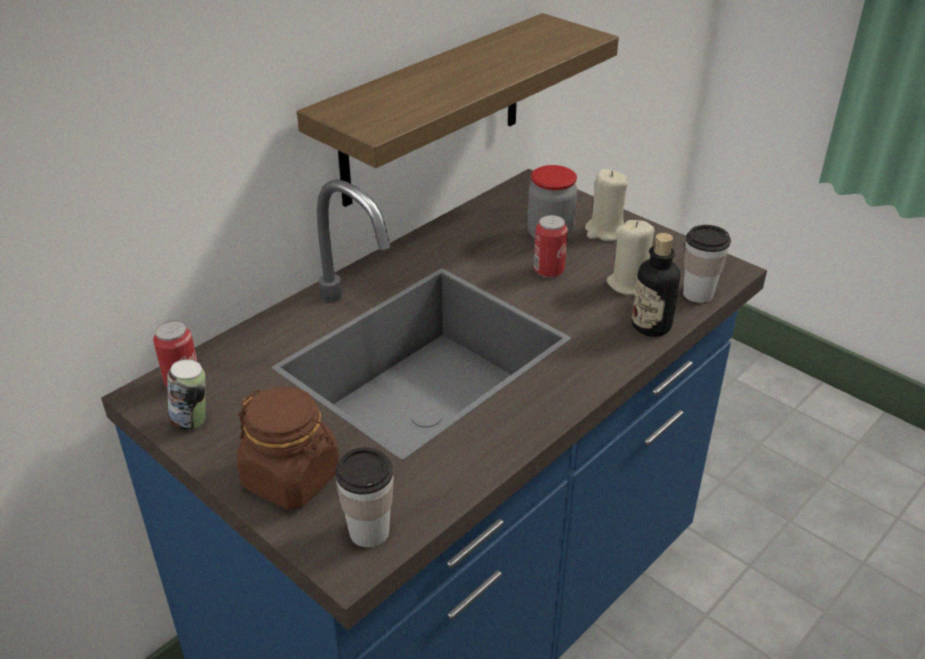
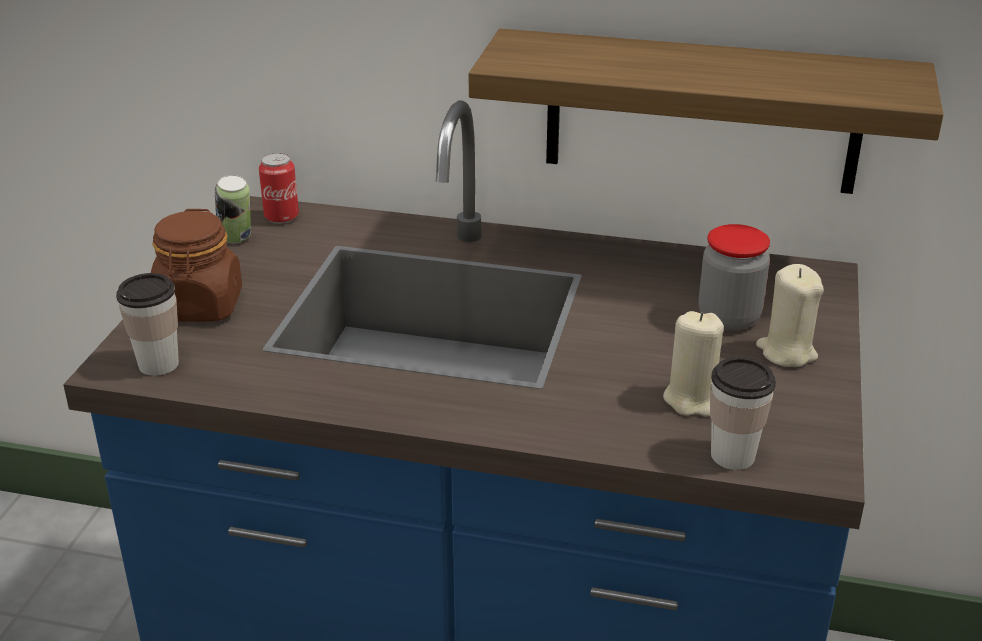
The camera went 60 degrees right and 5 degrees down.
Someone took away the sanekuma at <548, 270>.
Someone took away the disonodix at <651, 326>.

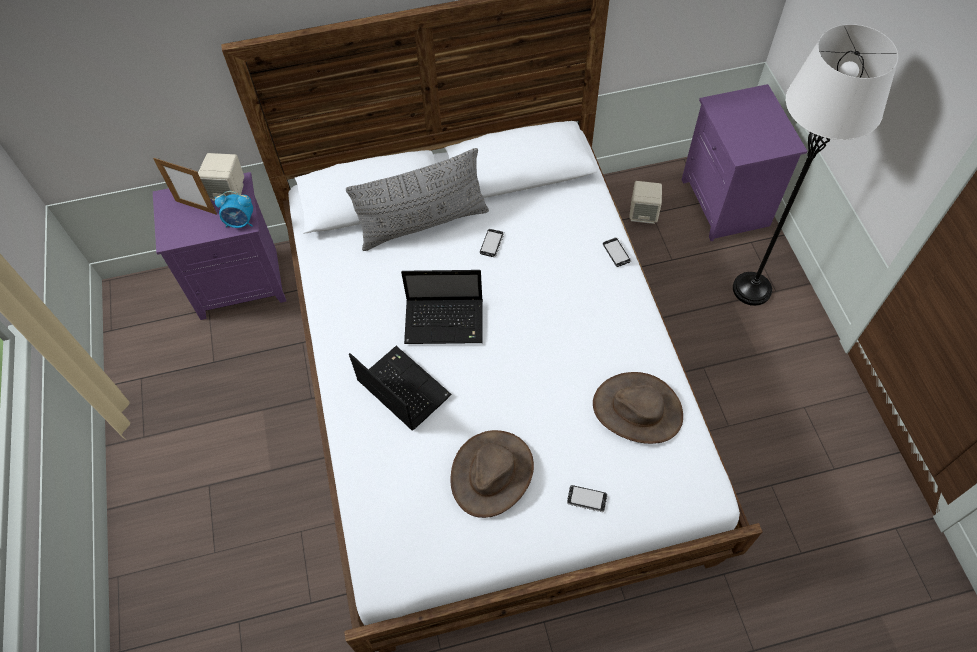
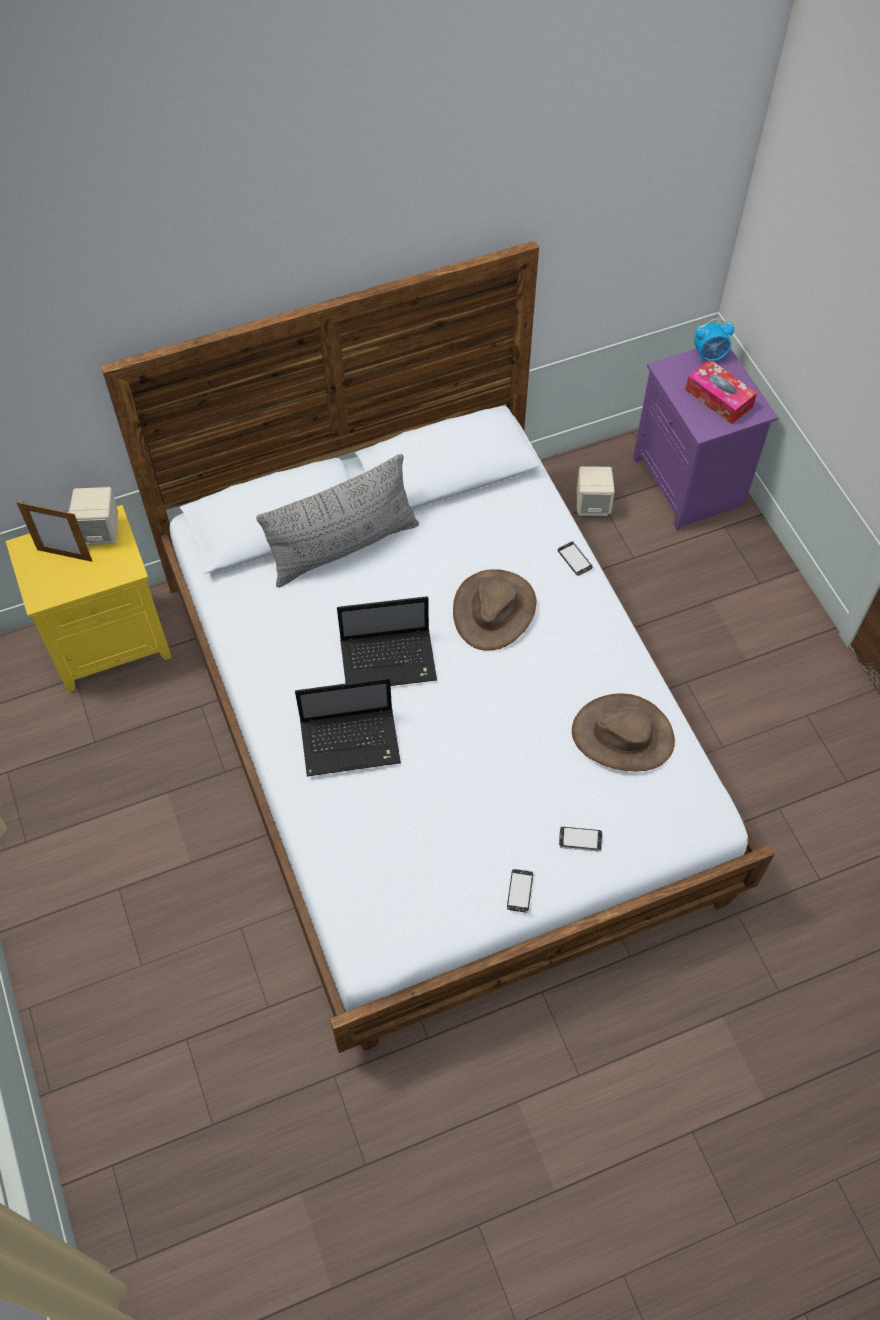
The camera went 10 degrees left and 0 degrees up.
Someone repainted the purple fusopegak at <242, 282>, which became the yellow fusopegak at <111, 640>.
Someone carried the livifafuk from <240, 222> to <710, 356>.
Someone rotated the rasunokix at <401, 388> by 135 degrees clockwise.
Someone carried the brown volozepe from <491, 473> to <493, 610>.
Someone carried the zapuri from <492, 243> to <520, 891>.
Someone took away the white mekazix at <751, 289>.
Someone put down the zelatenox at <718, 398>.

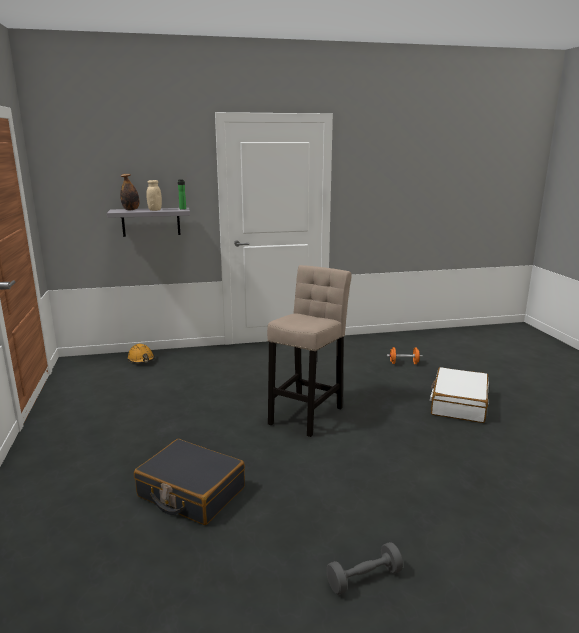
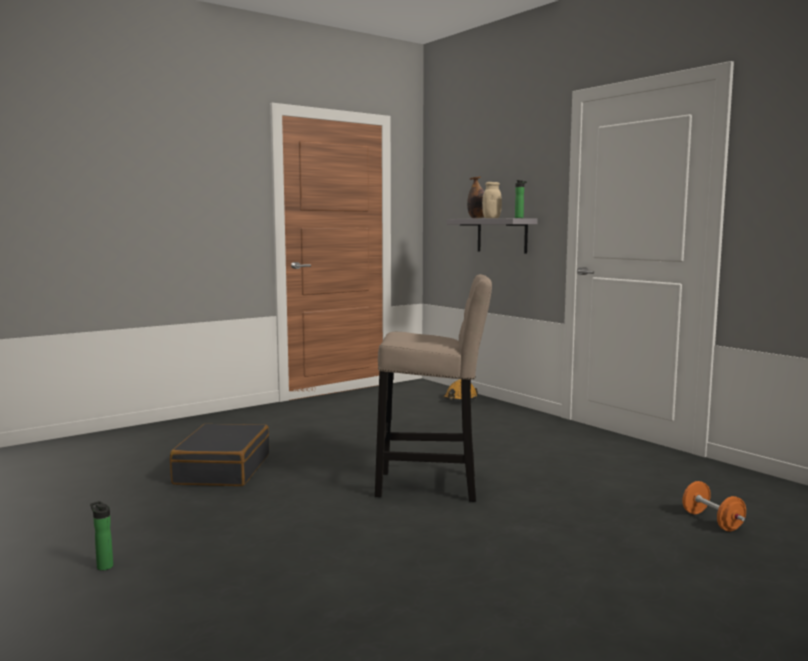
The camera went 65 degrees right and 10 degrees down.
Someone swapped the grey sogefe at <364, 578> for the disonodix at <103, 566>.
Someone took away the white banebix at <458, 404>.

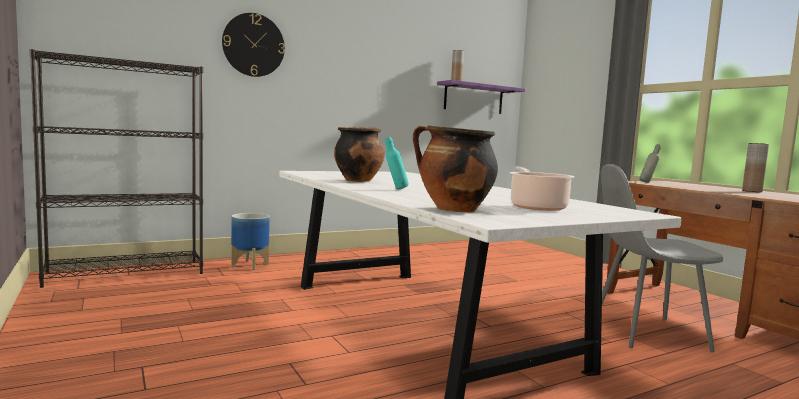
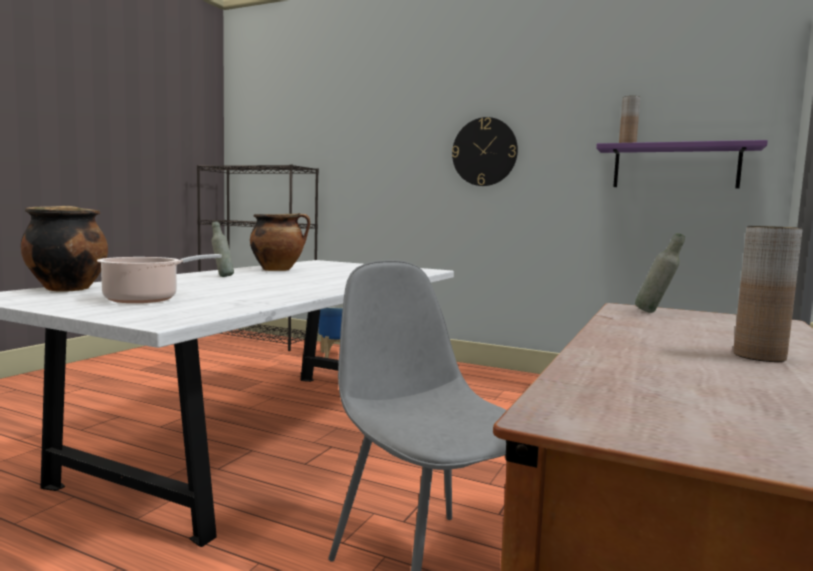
The camera went 55 degrees right and 0 degrees up.
Someone carried the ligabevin from <253, 45> to <484, 152>.
Someone repainted the turquoise disonodix at <395, 189>, which became the grey disonodix at <222, 276>.

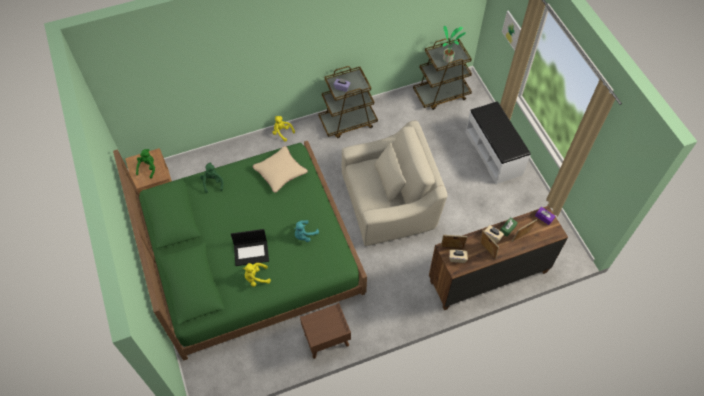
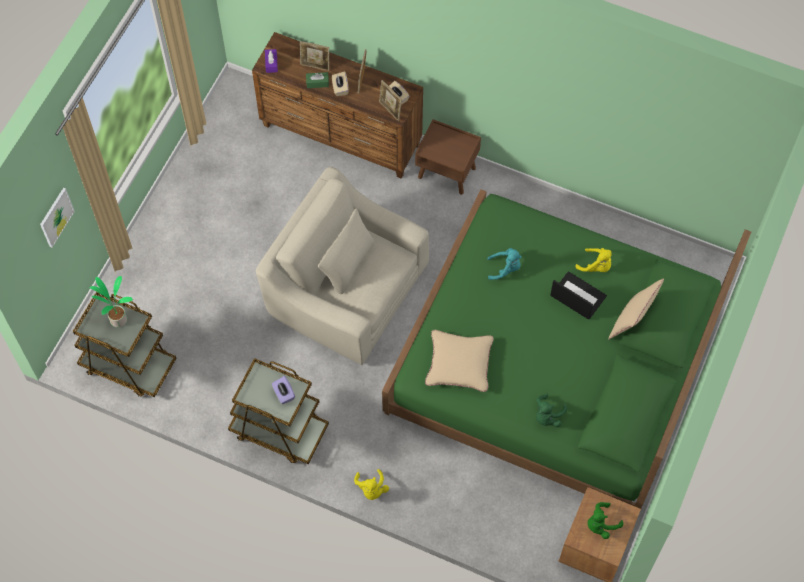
The camera went 135 degrees left and 5 degrees up.
Someone carried the brown fusopegak from <326, 340> to <447, 173>.
Someone took away the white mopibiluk at <494, 153>.
Someone put down the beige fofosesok at <631, 322>.

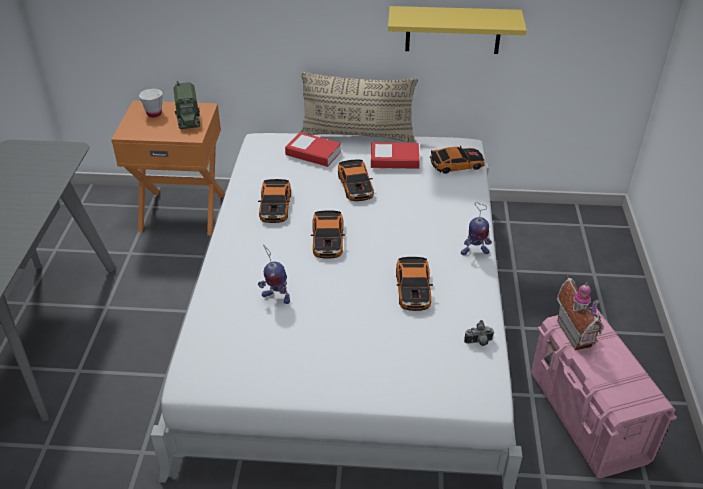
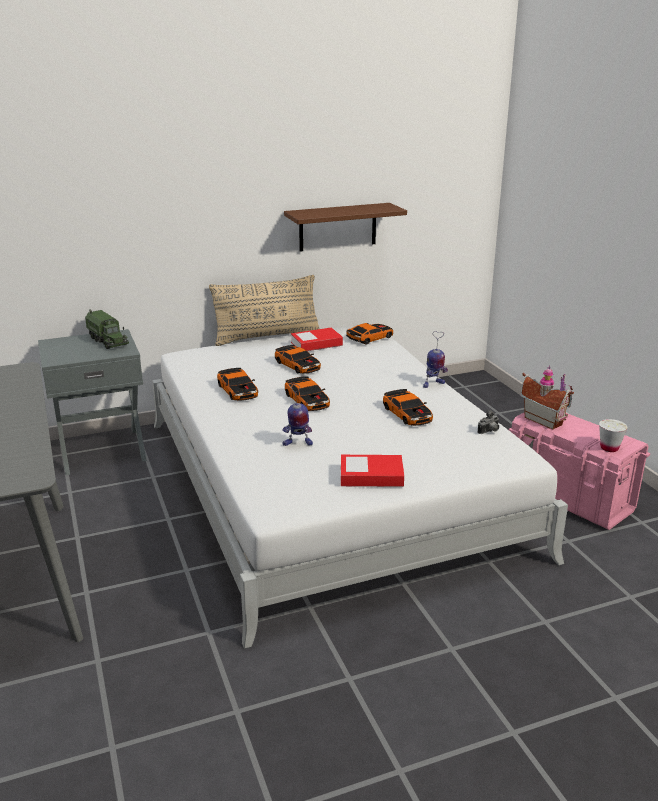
The camera went 25 degrees left and 15 degrees down.
Someone repainted the orange fusopegak at <183, 211>, which became the grey fusopegak at <102, 450>.
Someone carried the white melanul from <154, 113> to <609, 448>.
Someone carried the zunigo from <313, 153> to <371, 476>.
Someone repainted the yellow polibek at <453, 30>, which became the brown polibek at <337, 227>.

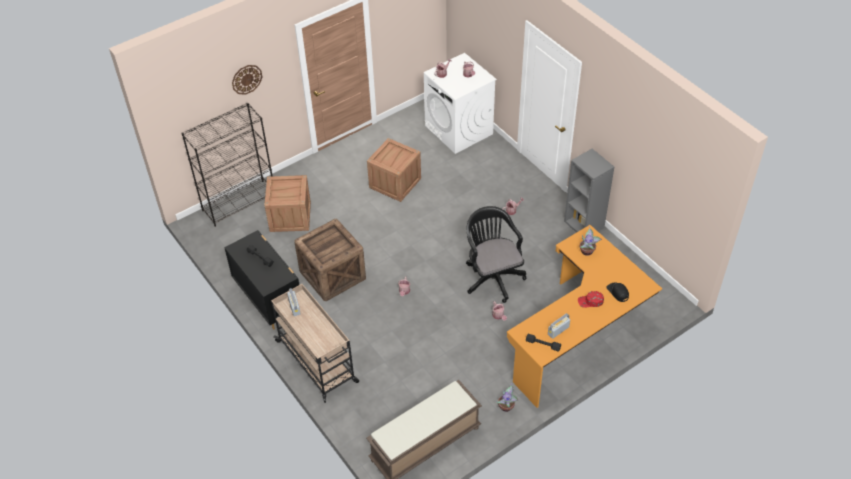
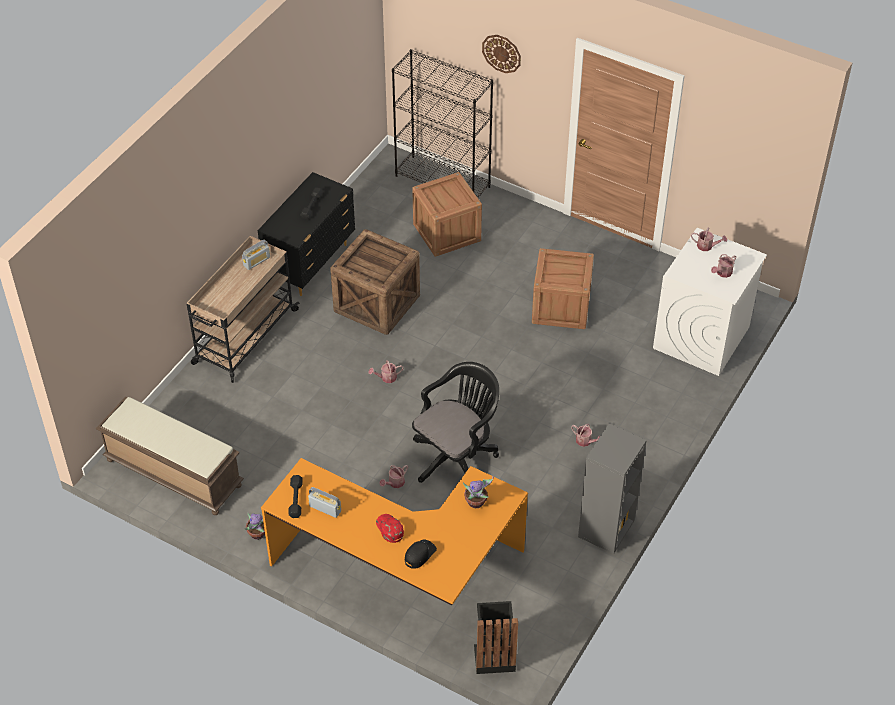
The camera went 65 degrees right and 0 degrees up.
Someone put down the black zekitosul at <494, 655>.

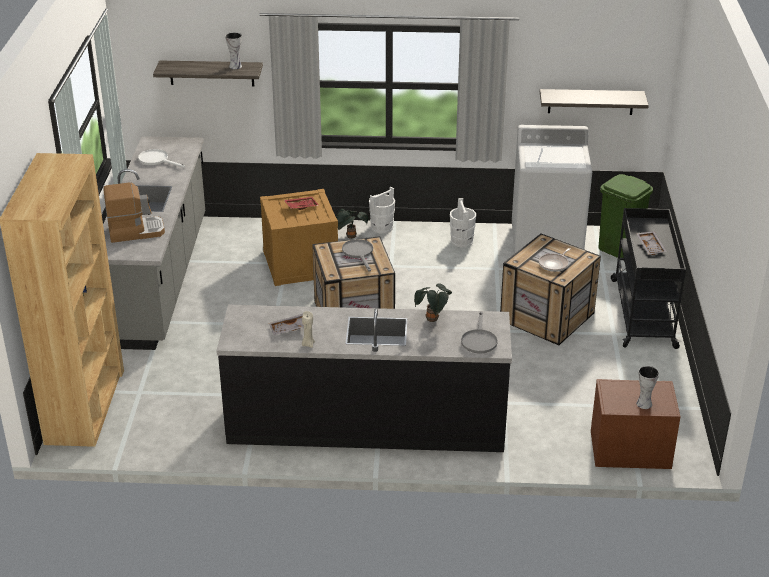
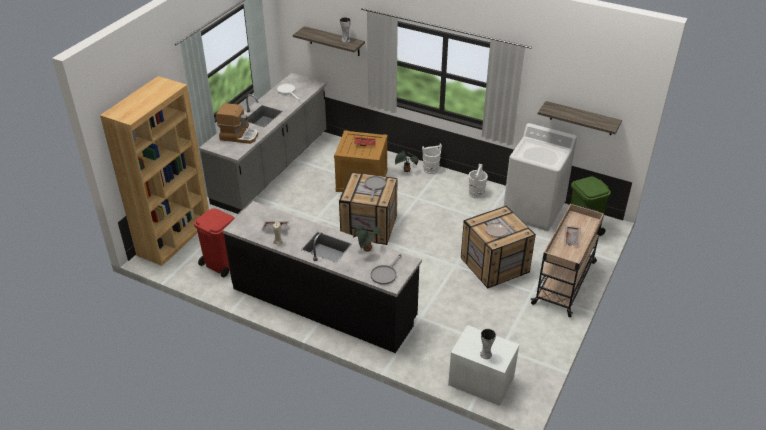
The camera went 25 degrees right and 5 degrees up.
Someone repainted the brown fusopegak at <629, 449>, which became the white fusopegak at <481, 380>.
Someone repainted the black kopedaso at <642, 312>, which became the beige kopedaso at <565, 282>.
Someone put down the red zekitosul at <221, 264>.

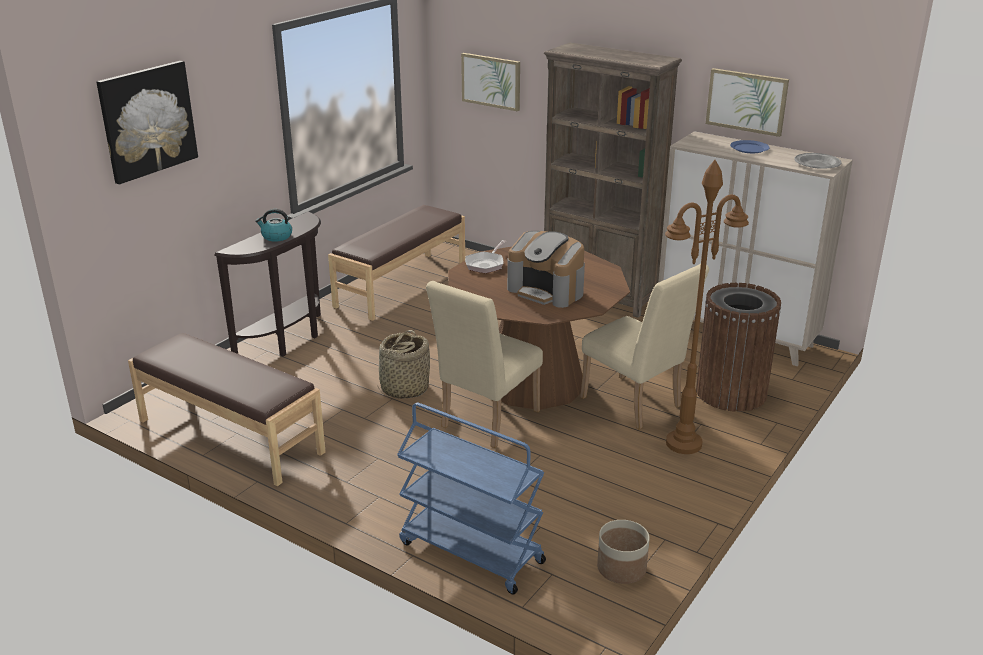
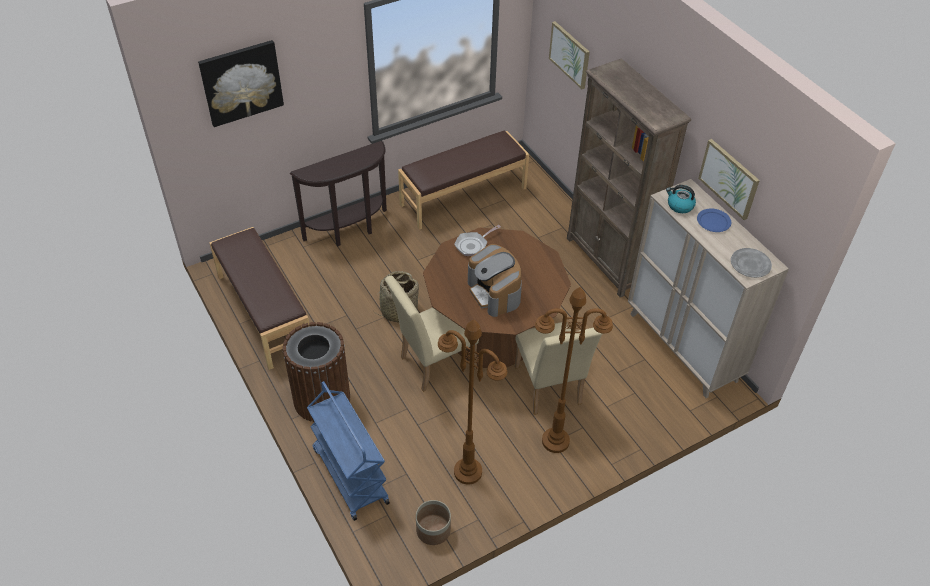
The camera went 25 degrees right and 20 degrees up.
Someone carried the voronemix from <276, 236> to <679, 206>.
Someone carried the brown zekitosul from <731, 393> to <322, 399>.
Someone put down the brown mekazix at <467, 472>.

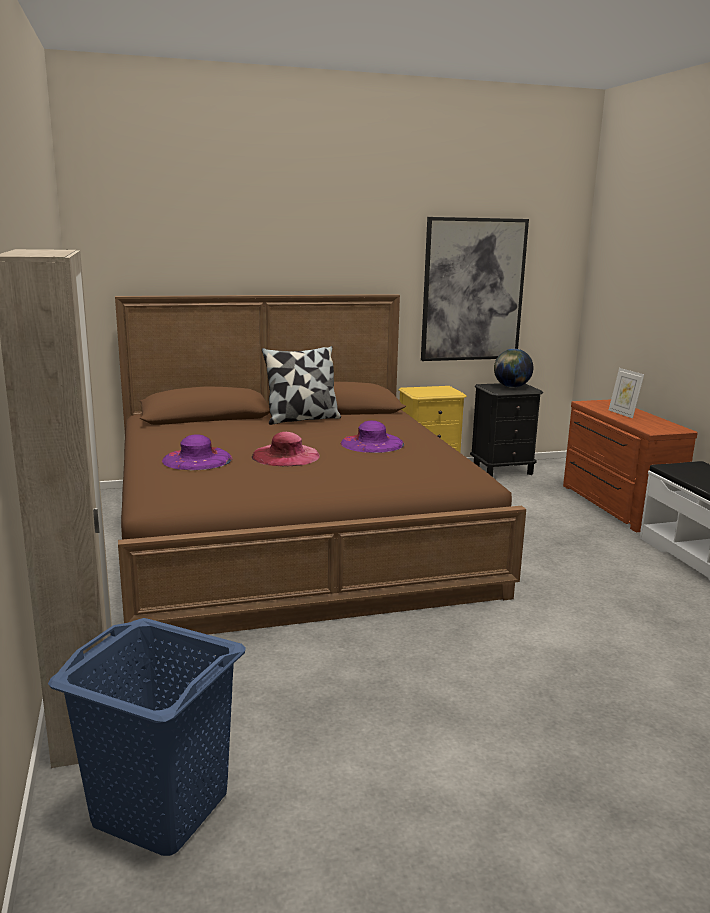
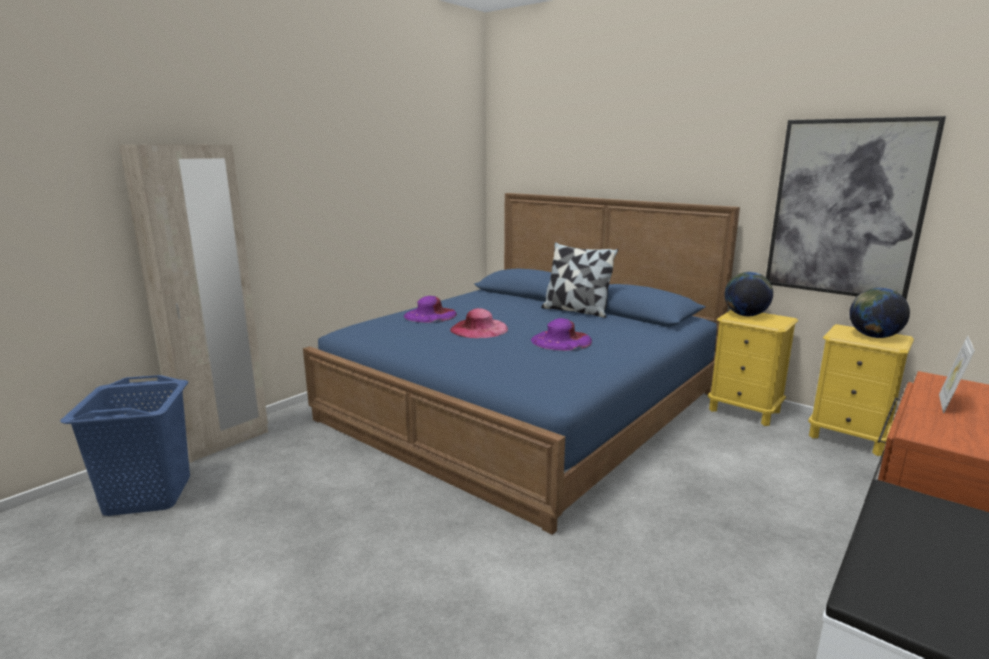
The camera went 55 degrees right and 0 degrees up.
Someone repainted the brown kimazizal at <293, 535>, which became the blue kimazizal at <523, 406>.
Someone repainted the black fusopegak at <502, 470>, which became the yellow fusopegak at <848, 437>.
Someone put down the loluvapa at <745, 315>.

